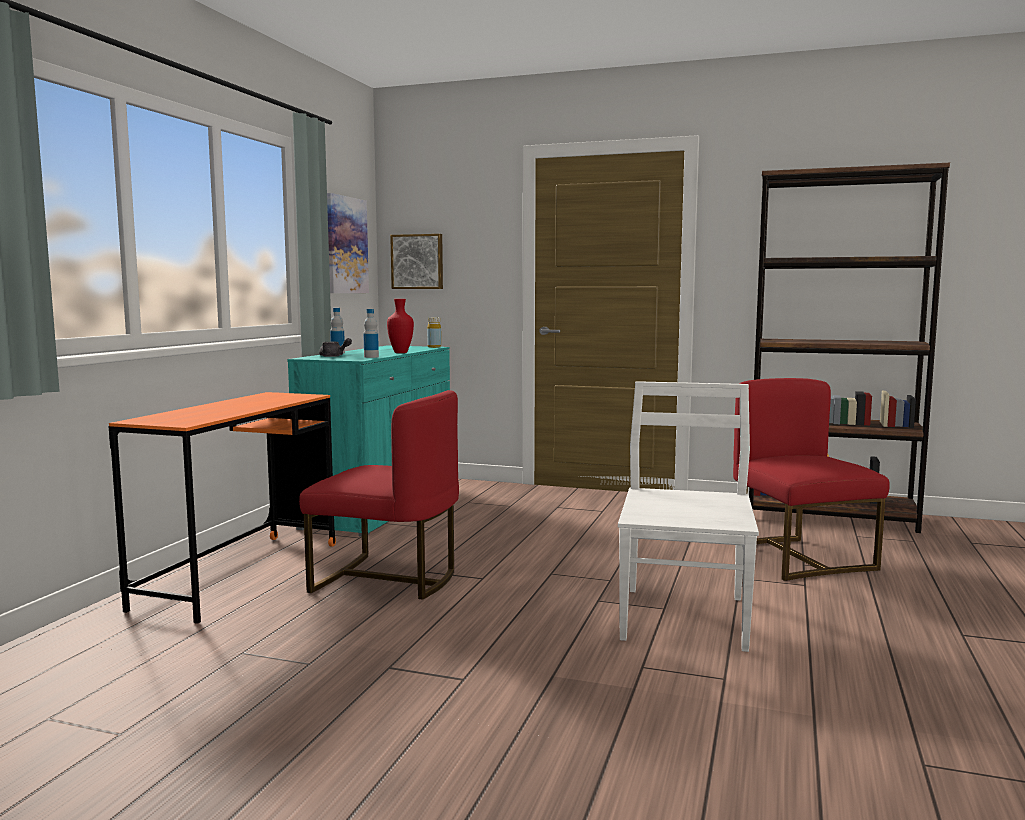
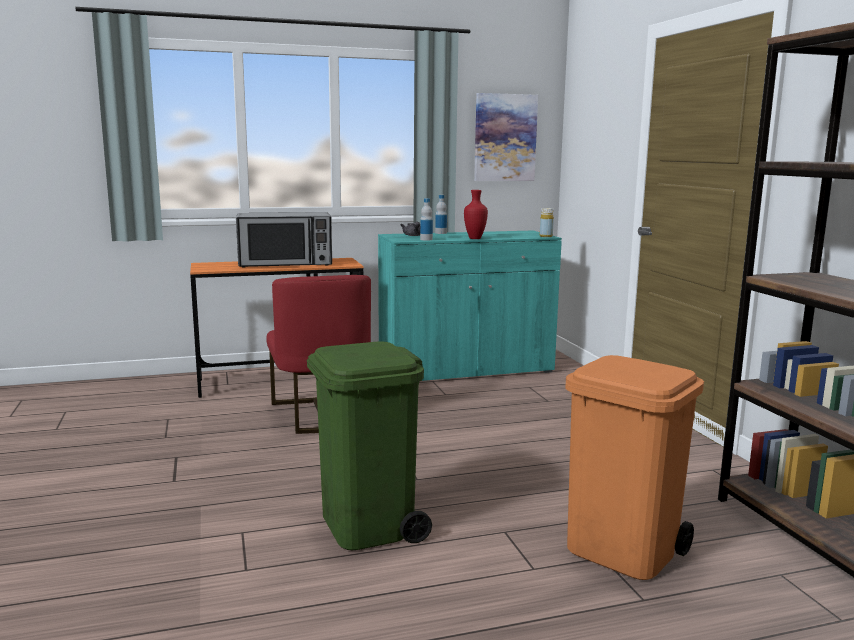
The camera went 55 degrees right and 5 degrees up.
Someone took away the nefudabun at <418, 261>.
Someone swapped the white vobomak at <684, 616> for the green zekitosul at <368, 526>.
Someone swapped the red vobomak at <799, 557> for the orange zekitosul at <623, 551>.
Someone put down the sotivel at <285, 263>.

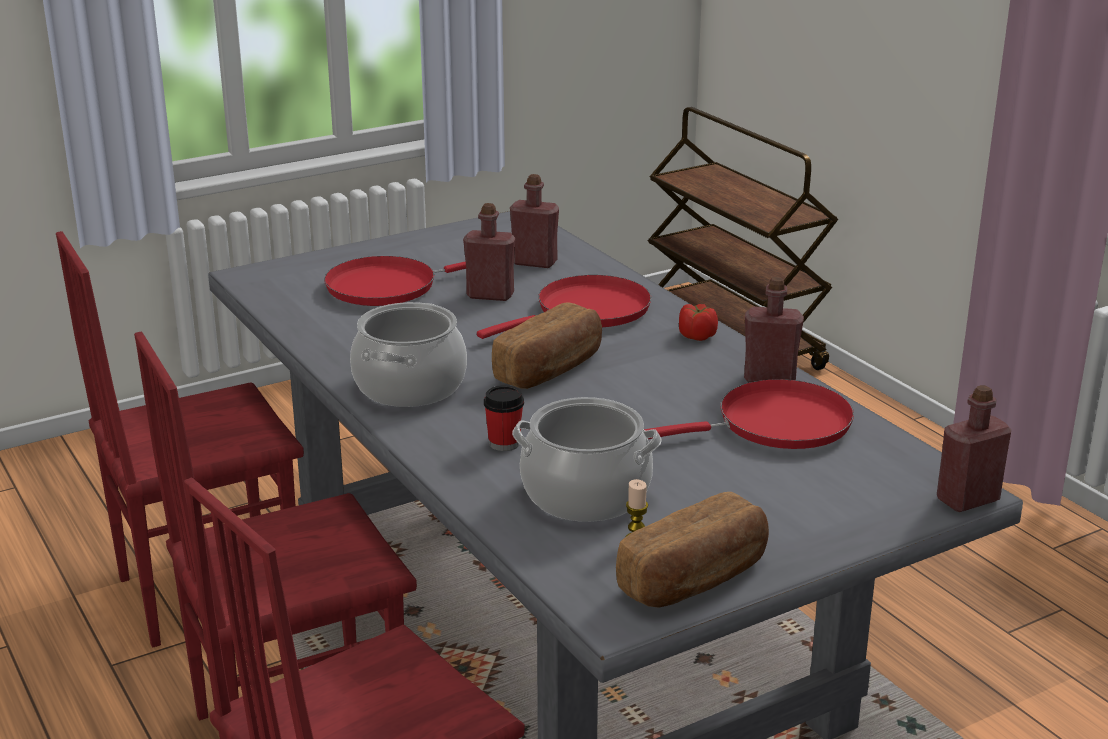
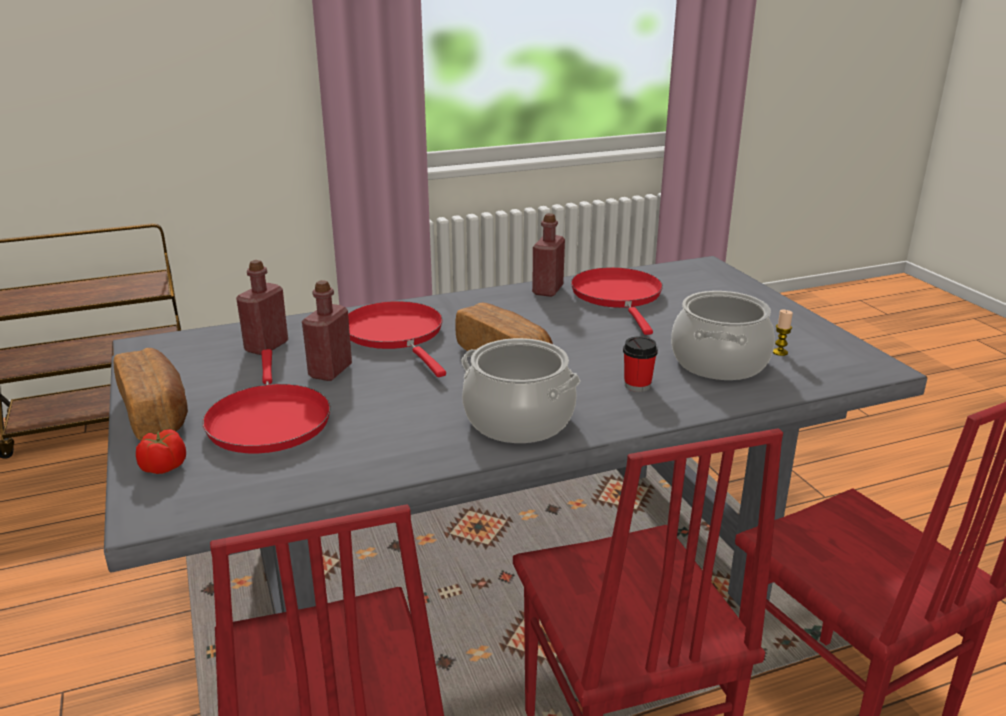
The camera went 80 degrees left and 0 degrees up.
Someone carried the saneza from <695, 579> to <156, 413>.
Someone carried the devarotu from <696, 336> to <163, 467>.
Someone took away the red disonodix at <967, 500>.

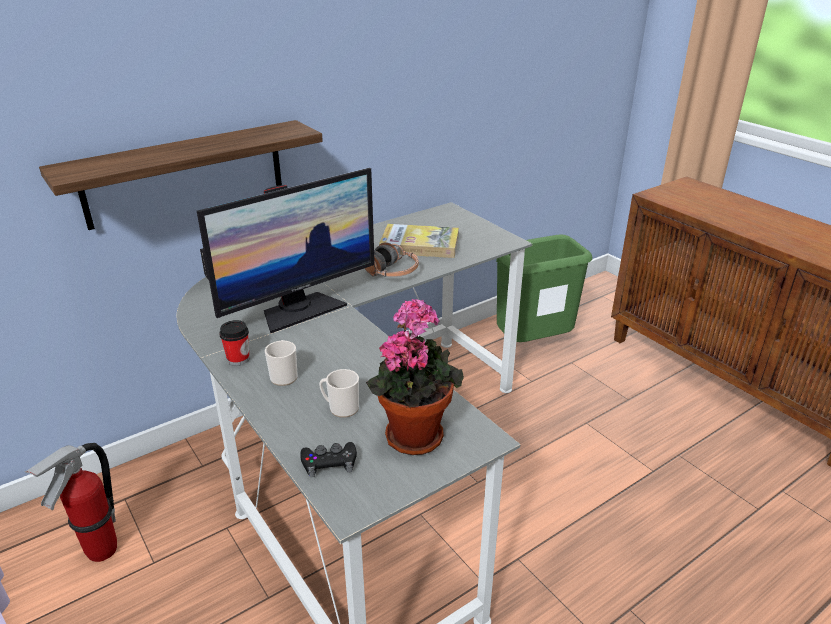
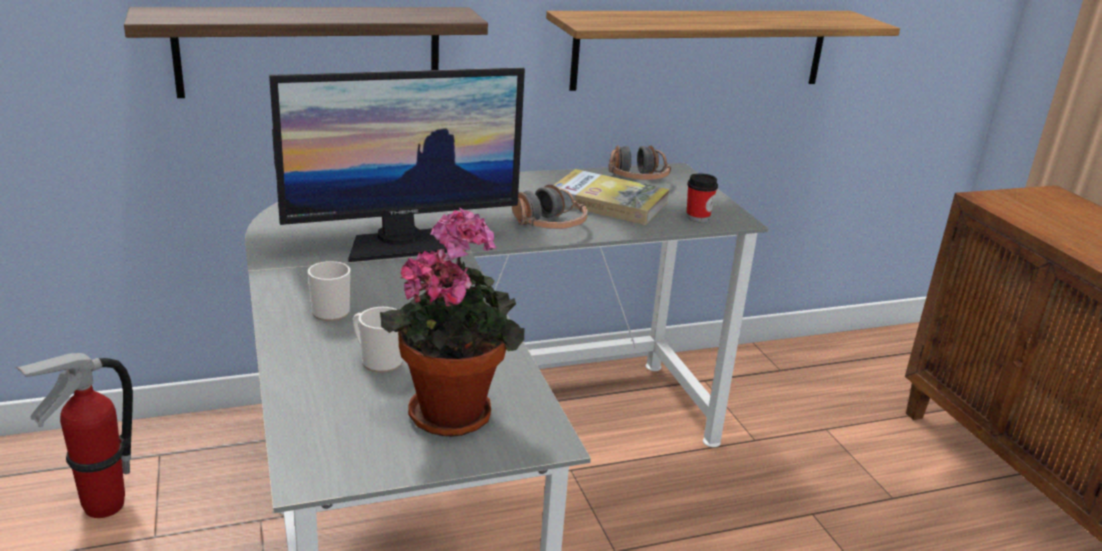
The camera went 15 degrees right and 5 degrees down.
Someone carried the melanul from <238, 359> to <697, 217>.
Someone took away the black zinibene at <329, 463>.
Someone took away the green zekitosul at <533, 345>.
Someone put up the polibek at <701, 49>.
Someone put down the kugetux at <637, 179>.

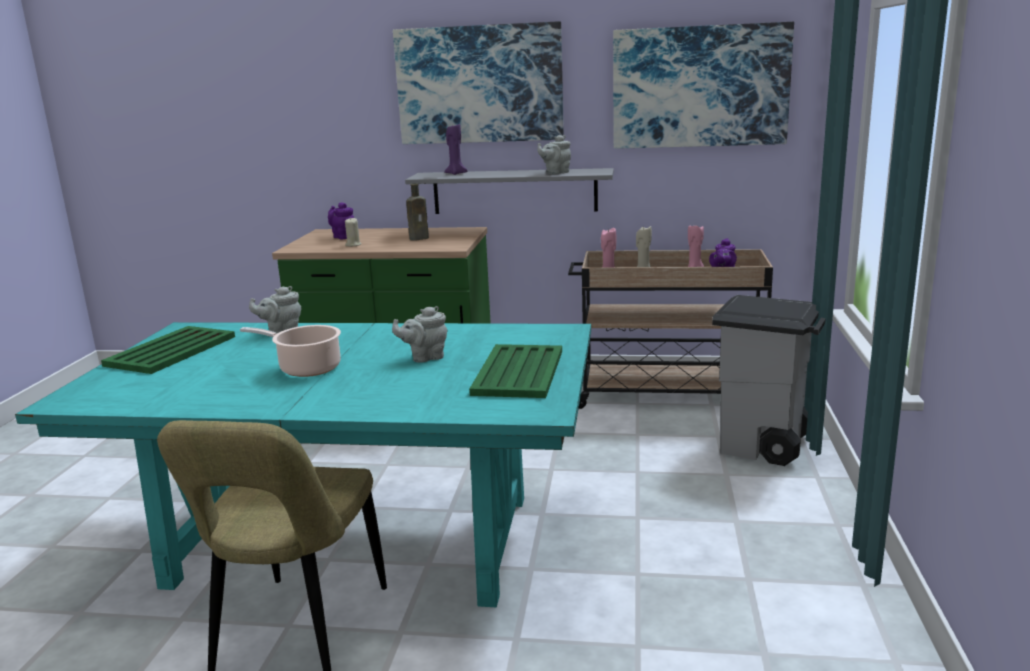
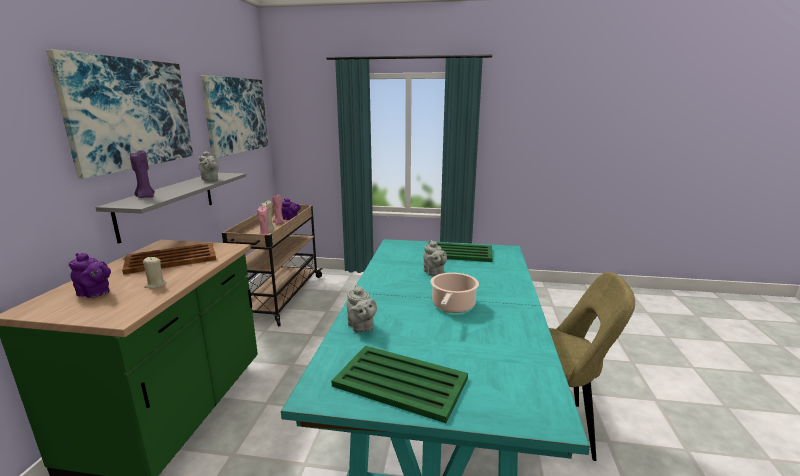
The camera went 90 degrees left and 0 degrees up.
Someone rotated the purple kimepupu at <343, 237> by 120 degrees counterclockwise.
Someone swapped the brown disonodix at <420, 238> for the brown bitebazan at <172, 259>.
Someone took away the grey zekitosul at <764, 446>.

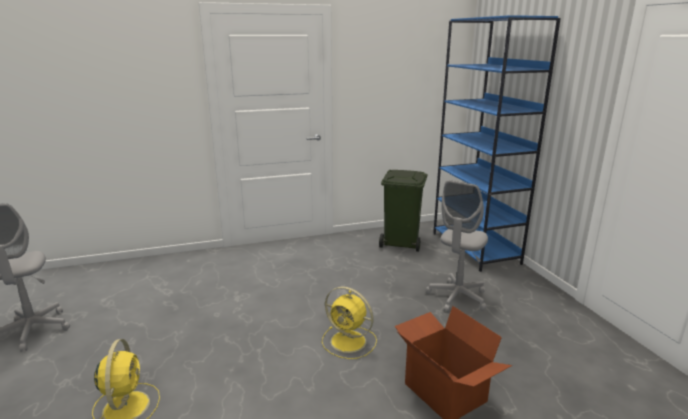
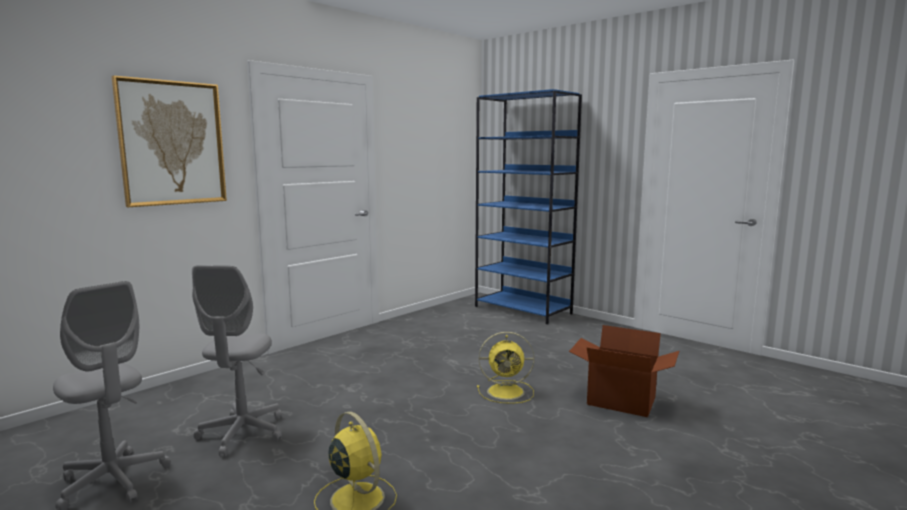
The camera went 30 degrees left and 10 degrees down.
Someone took away the green zekitosul at <402, 243>.
Someone carried the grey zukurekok from <457, 297> to <242, 433>.
Someone put up the nefudabun at <172, 143>.

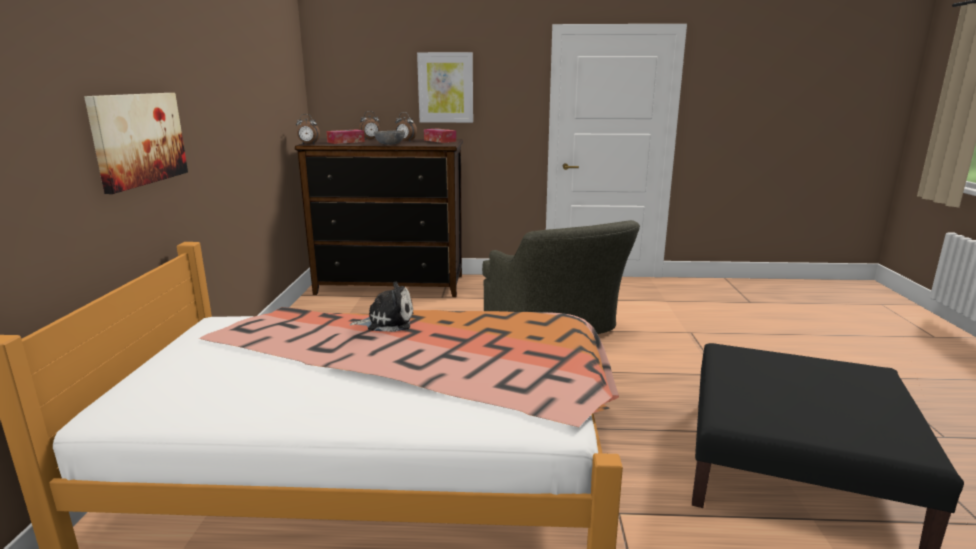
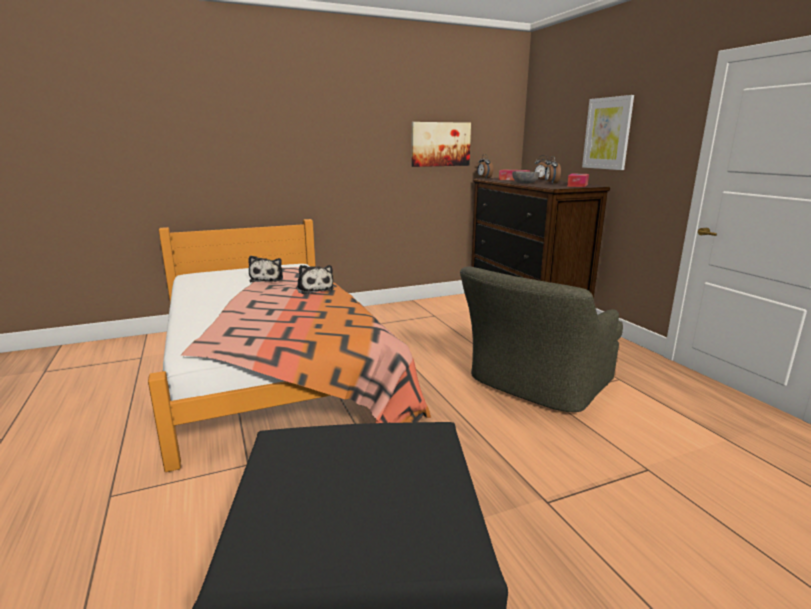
The camera went 65 degrees right and 0 degrees up.
Someone carried the nefudabun from <138, 139> to <440, 144>.
Someone put down the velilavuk at <267, 279>.

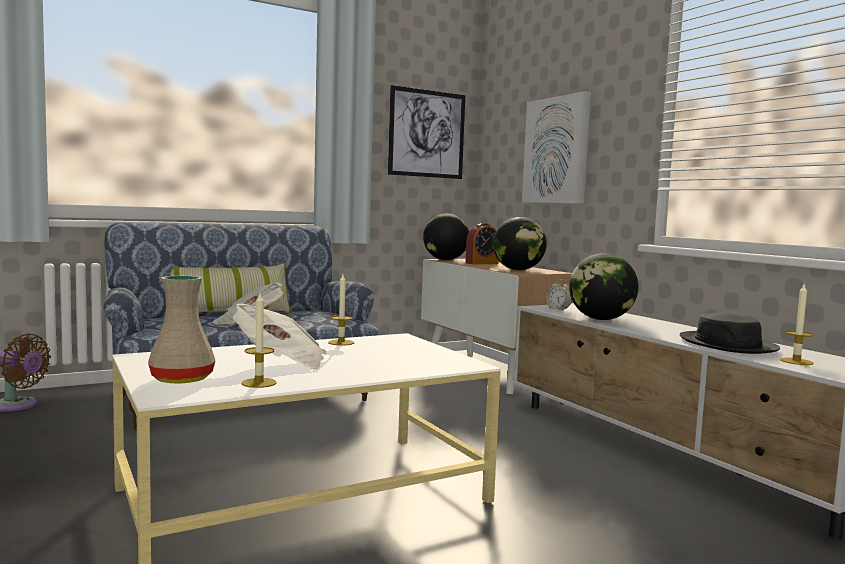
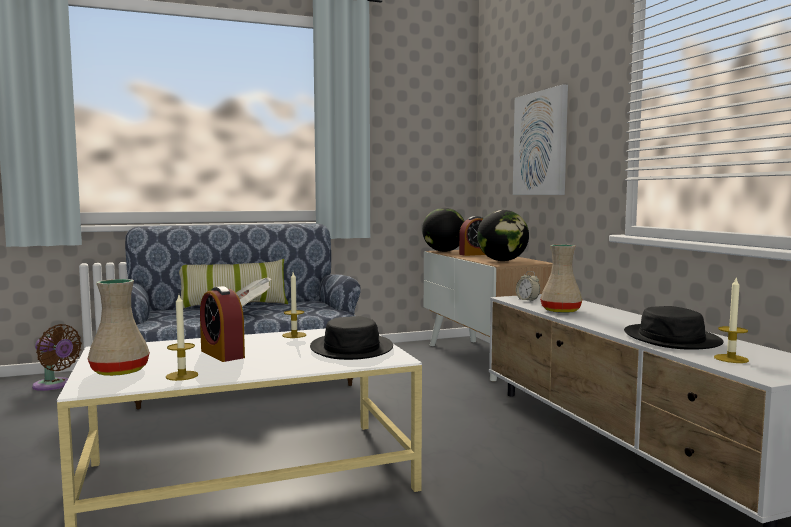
The camera went 10 degrees right and 0 degrees up.
Someone swapped the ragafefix at <281, 361> for the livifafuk at <222, 354>.
Someone took away the nefudabun at <427, 134>.
Someone swapped the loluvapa at <601, 319> for the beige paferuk at <561, 311>.
Someone put down the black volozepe at <352, 348>.

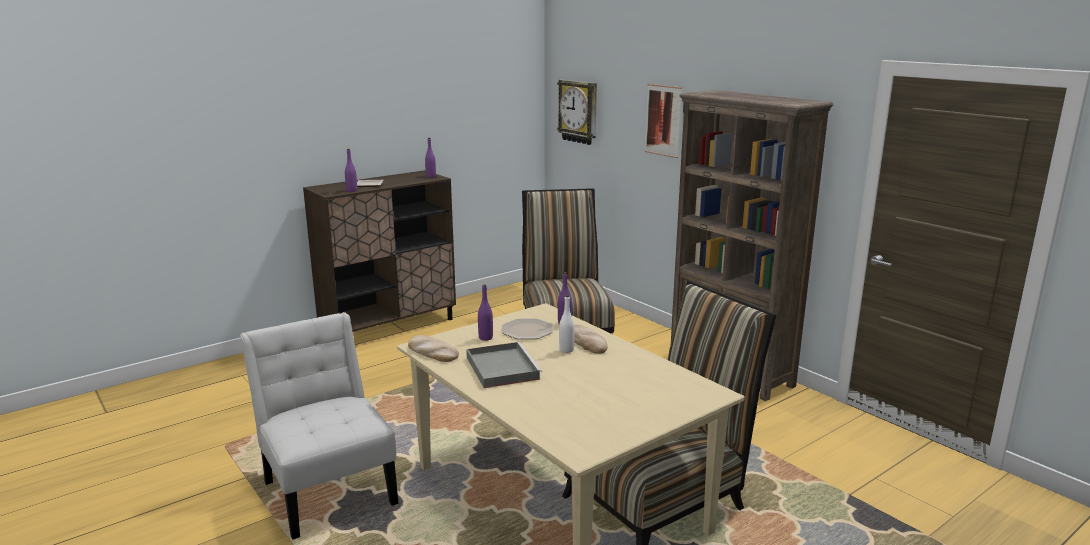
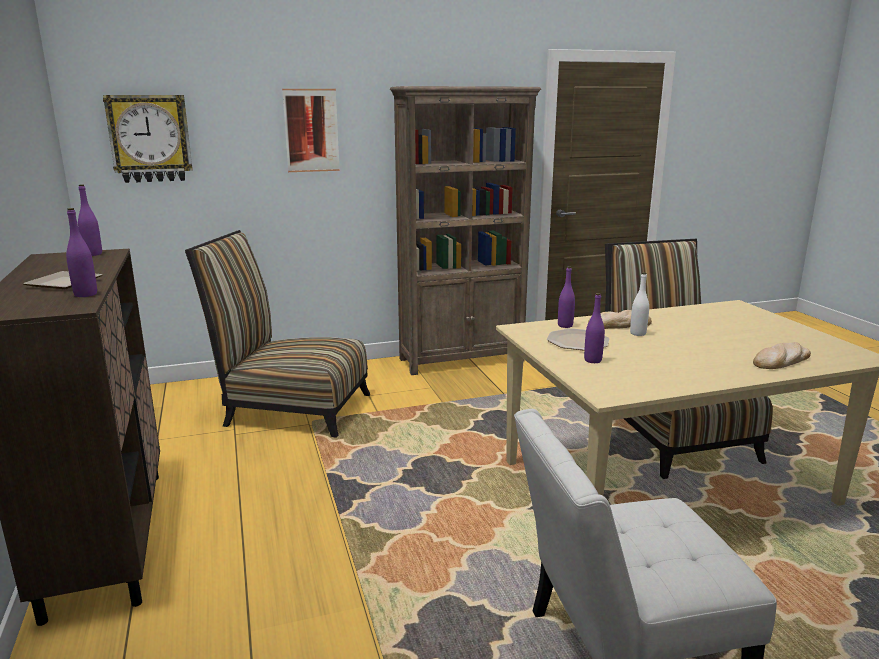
The camera went 70 degrees left and 0 degrees up.
Someone carried the saneza from <432, 352> to <781, 361>.
Someone took away the grey bitebazan at <501, 367>.

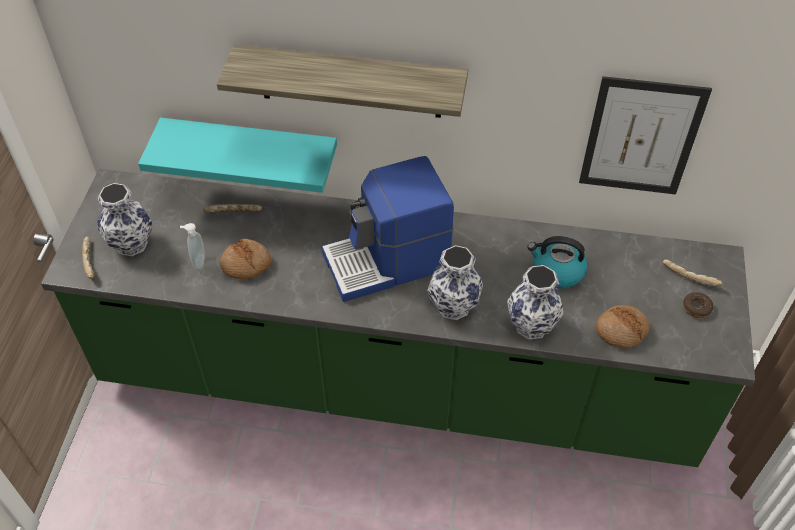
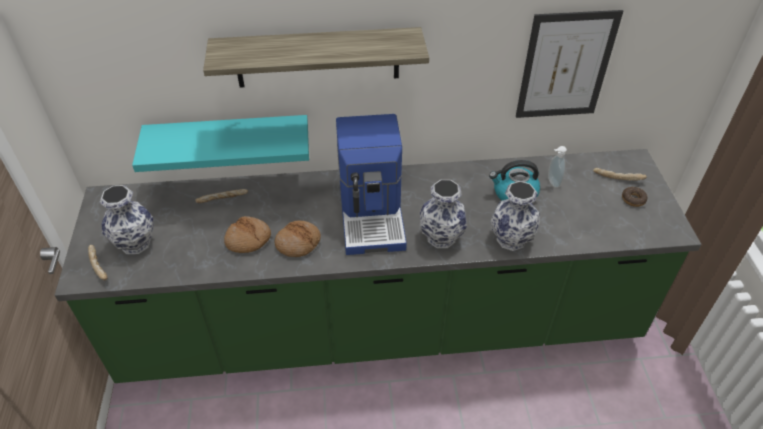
The camera went 15 degrees left and 5 degrees down.
Someone carried the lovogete from <198, 261> to <552, 182>.
Someone rotated the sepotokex at <388, 262> by 60 degrees counterclockwise.
Someone carried the saneza from <621, 330> to <298, 243>.

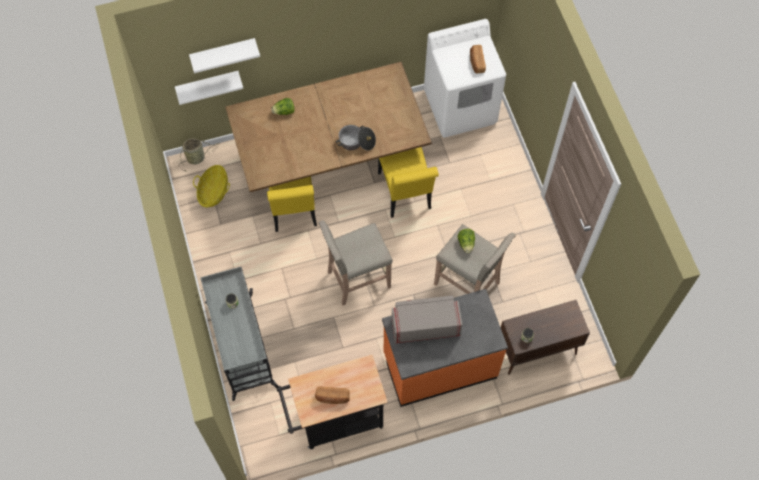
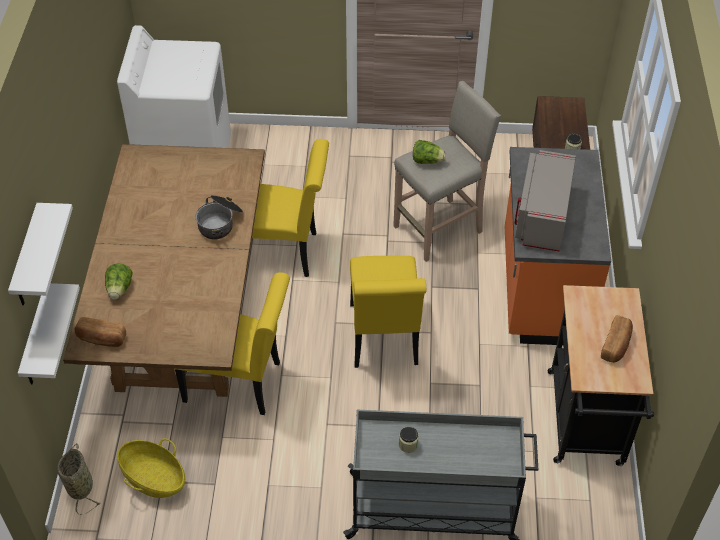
The camera went 70 degrees left and 15 degrees down.
Someone swapped the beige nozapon at <357, 279> for the yellow vobomak at <384, 340>.
Someone carried the saneza from <476, 62> to <101, 339>.

